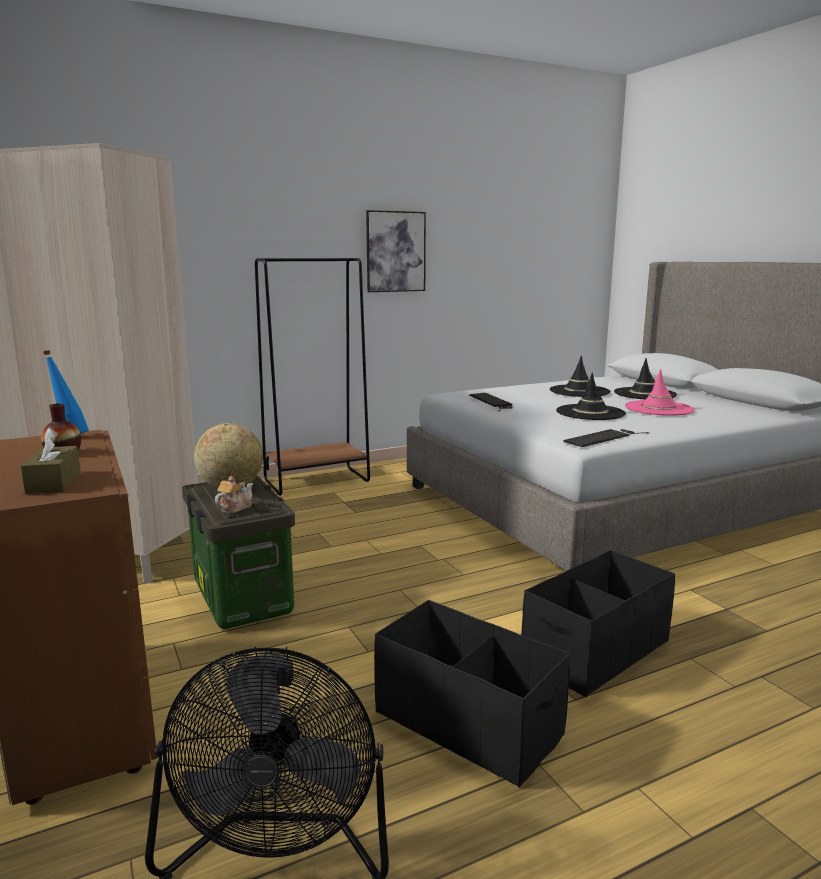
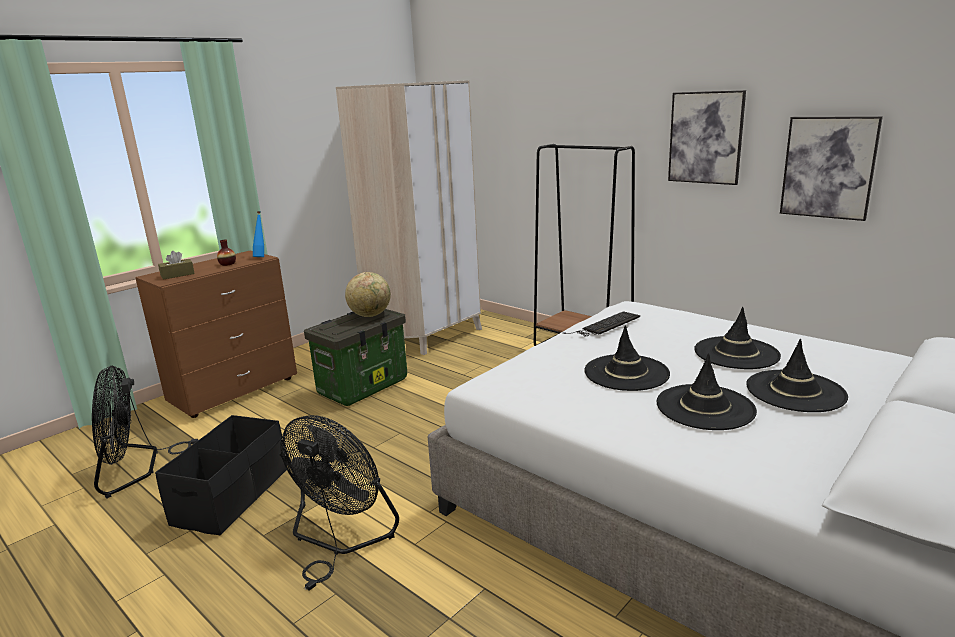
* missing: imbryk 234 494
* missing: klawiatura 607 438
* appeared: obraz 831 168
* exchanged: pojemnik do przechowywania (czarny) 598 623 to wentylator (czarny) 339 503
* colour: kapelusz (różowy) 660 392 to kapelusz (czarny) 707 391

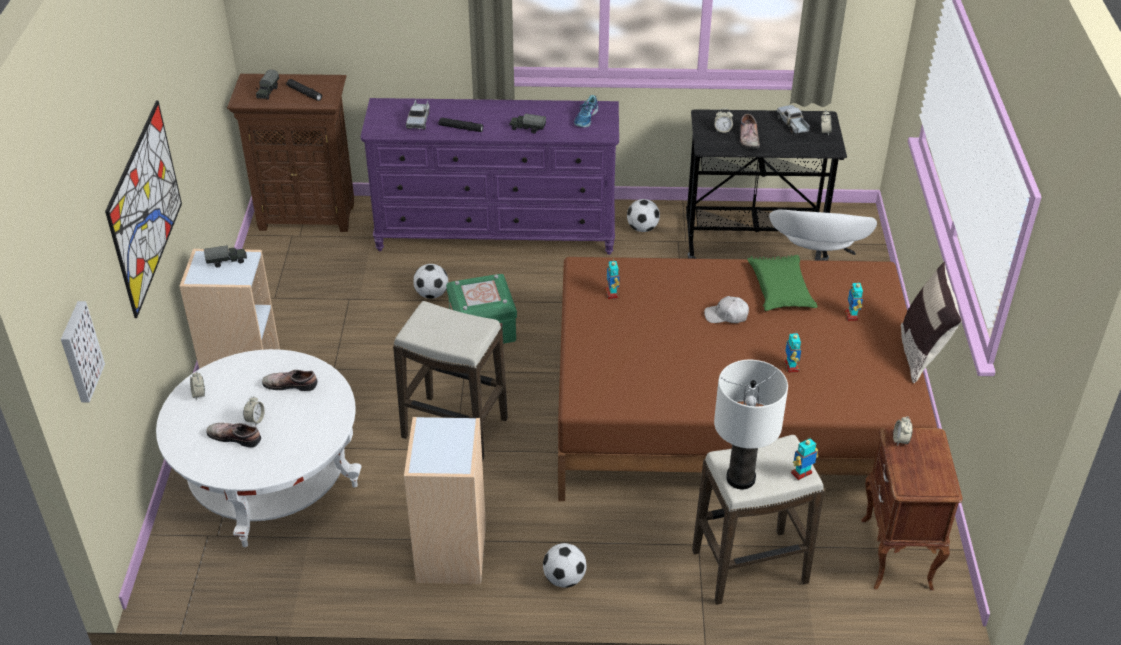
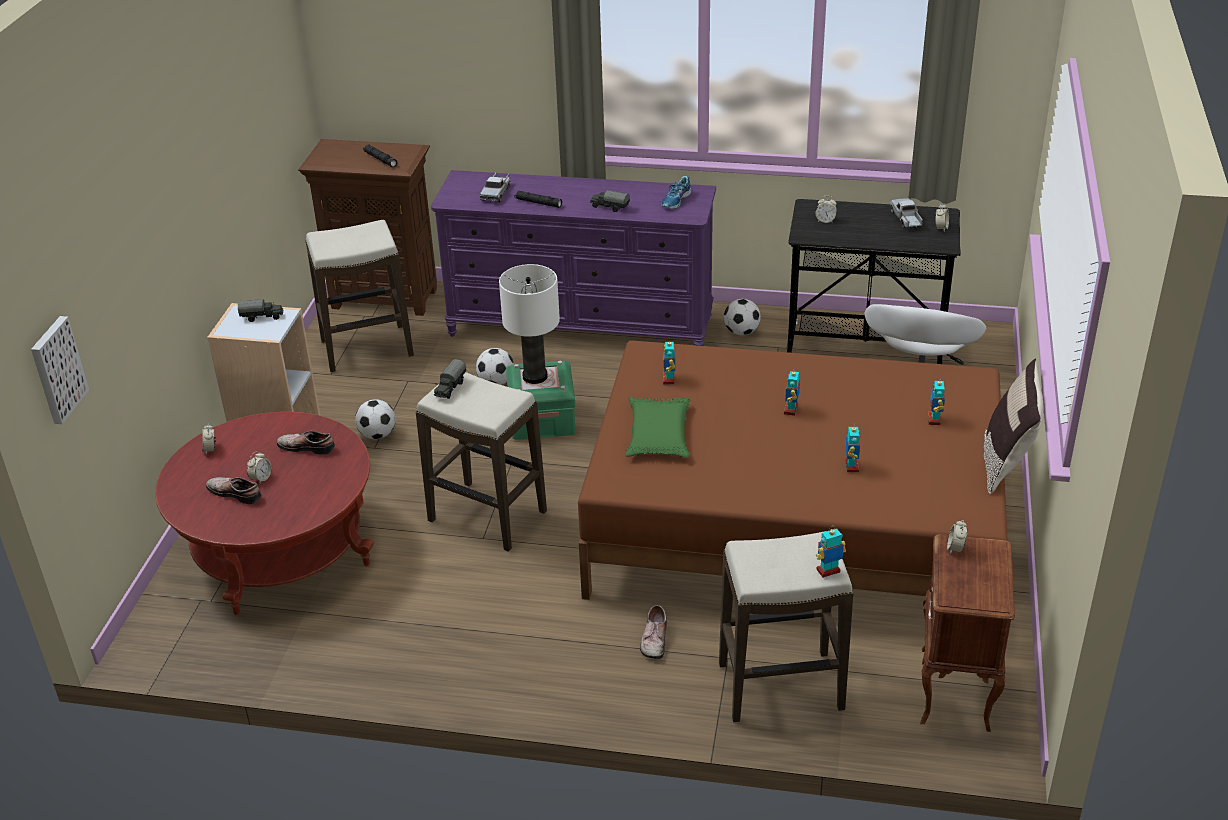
* missing: obraz 143 209
* missing: regał 445 500
* appeared: stołek 360 296
* relocated: ciężarówka zabawkowa 267 84 to 450 379
* relocated: piłka futbolowa 564 565 to 375 419
* relocated: lampa stołowa (biały) 751 424 to 529 324
* relocated: but 750 131 to 653 632
* relocated: poduszka (zielony) 782 283 to 657 426
* exchanged: czapka z daszkiem (biały) 726 309 to robot zabawkowy 792 393
* colour: ława (biały) 258 448 to ława (czerwony) 264 513

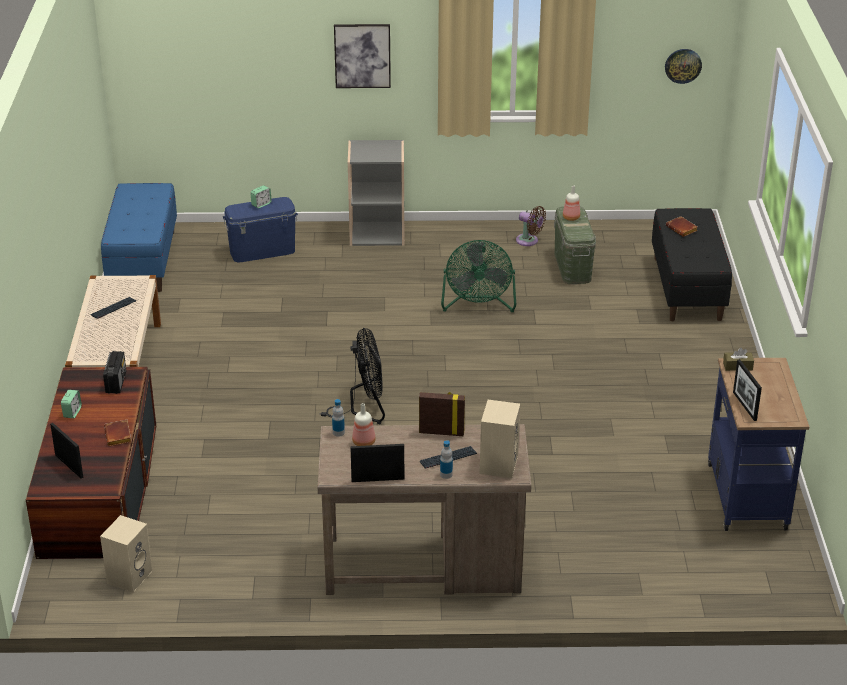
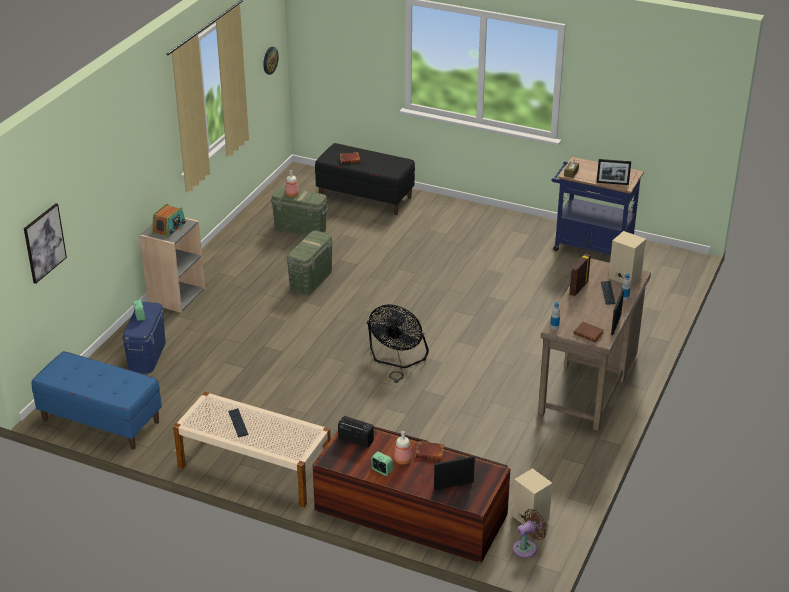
* appeared: radio 169 220
* appeared: książka (brązowy) 589 332
* relocated: obraz 362 56 to 45 243
* relocated: butelka 364 424 to 403 448
* relocated: wentylator (brązowy) 531 226 to 530 533
* exchanged: wentylator (zielony) 478 276 to pojemnik do przechowywania (zielony) 310 263

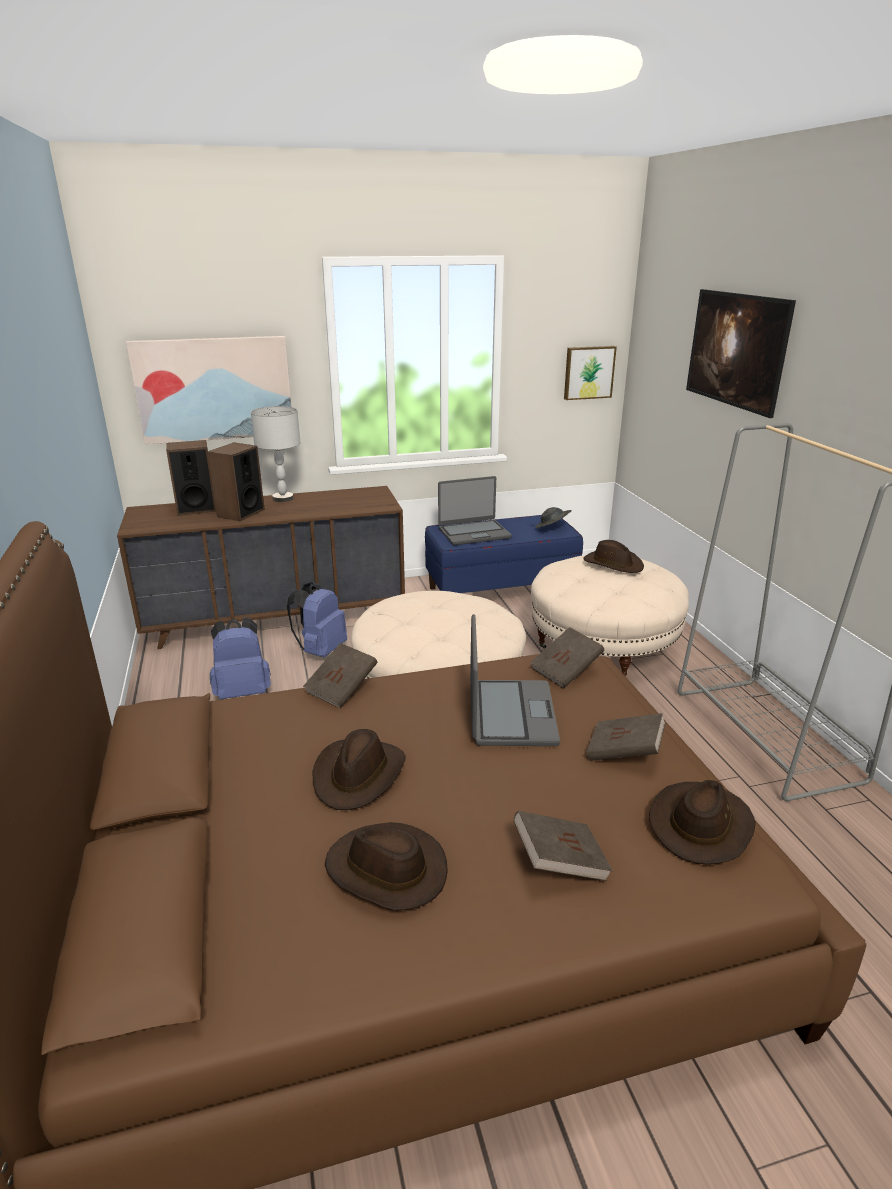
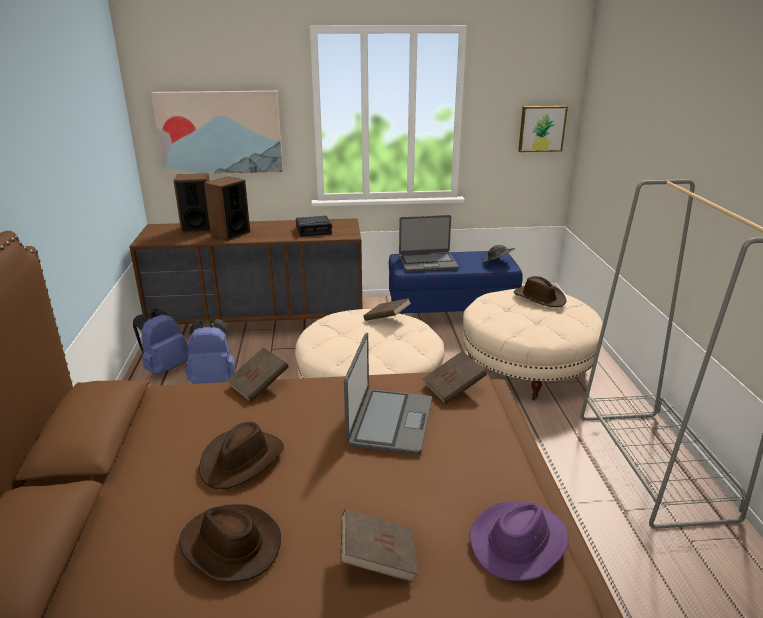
* missing: lampa stołowa (szary) 276 454
* missing: obraz 741 353
* appeared: budzik 314 226
* relocated: plecak (niebieski) 317 619 to 161 341
* relocated: książka (brązowy) 626 737 to 387 309
* colour: kapelusz (brązowy) 702 822 to kapelusz (fioletowy) 519 541

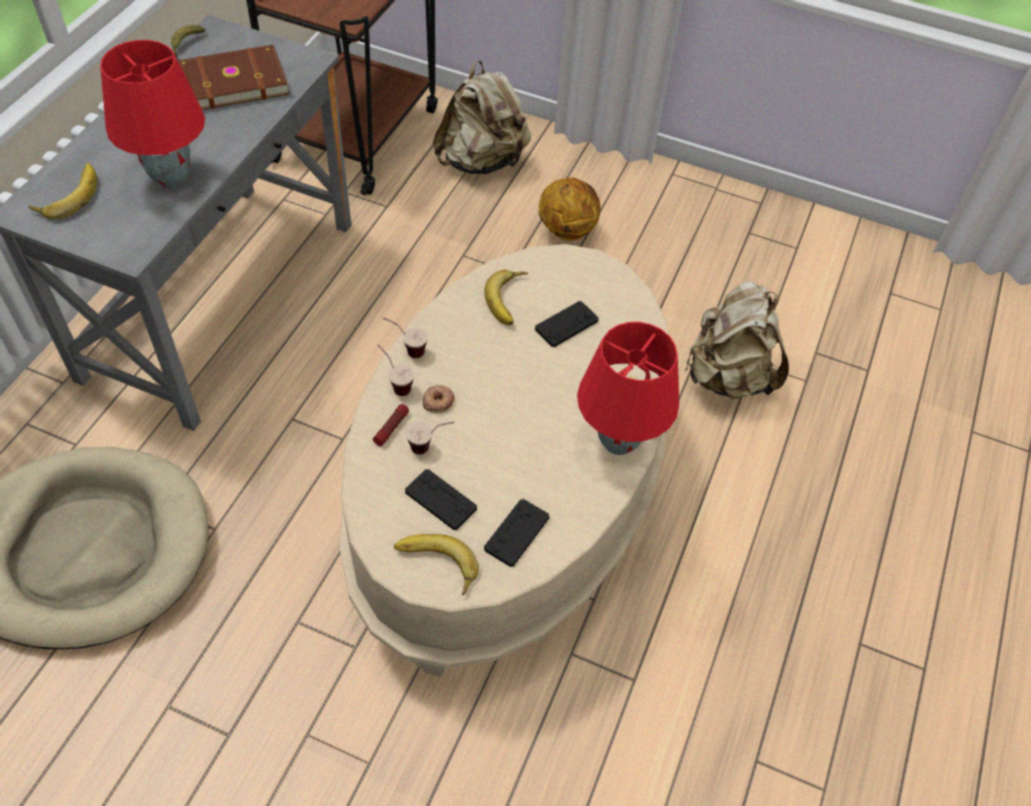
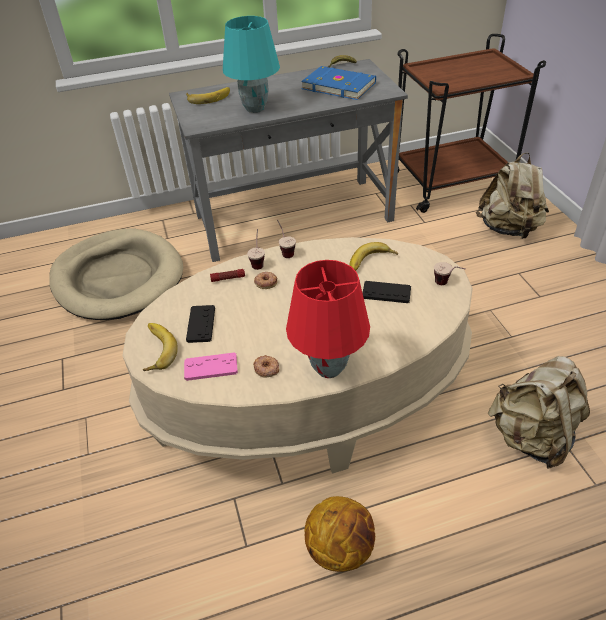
* appeared: donut 266 366
* relocated: filiżanka 430 438 to 450 273
* relocated: piłka do koszykówki 570 209 to 339 534
* colour: lampa stołowa (czerwony) 152 114 to lampa stołowa (turkusowy) 251 64
* colour: książka (brązowy) 233 77 to książka (niebieski) 338 83
* colour: pad do gier (czarny) 517 533 to pad do gier (różowy) 211 366

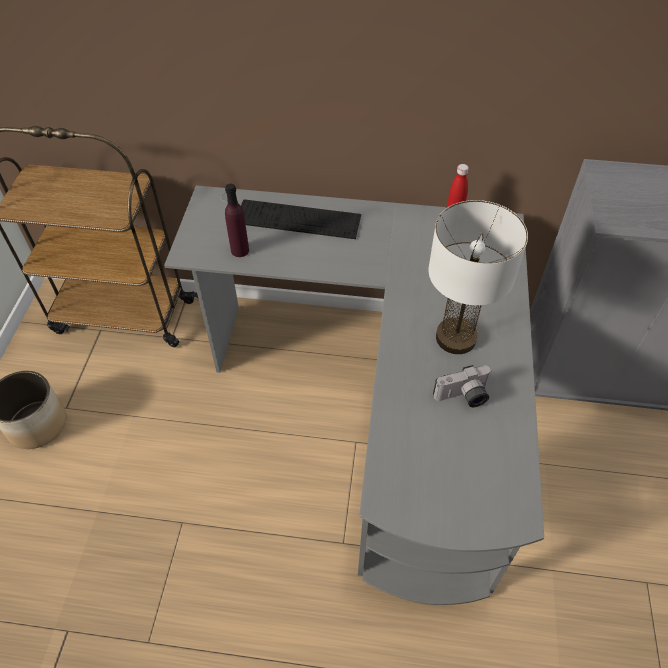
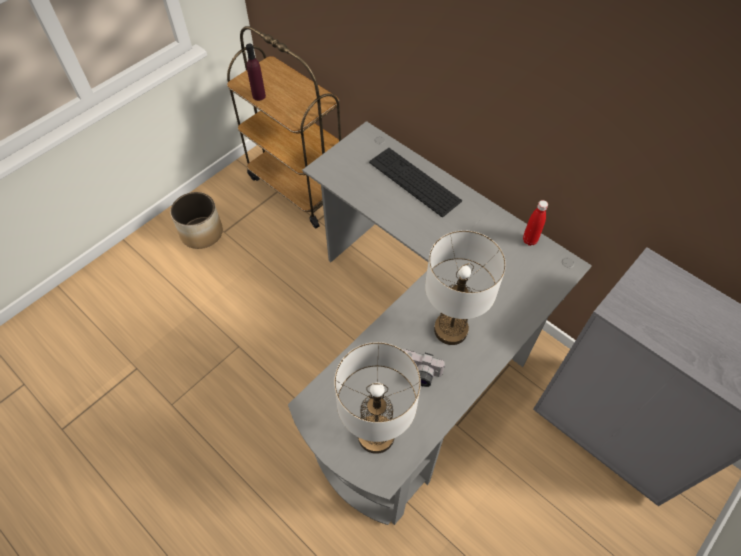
* appeared: lampa stołowa 377 398
* relocated: butelka (fioletowy) 237 220 to 256 72

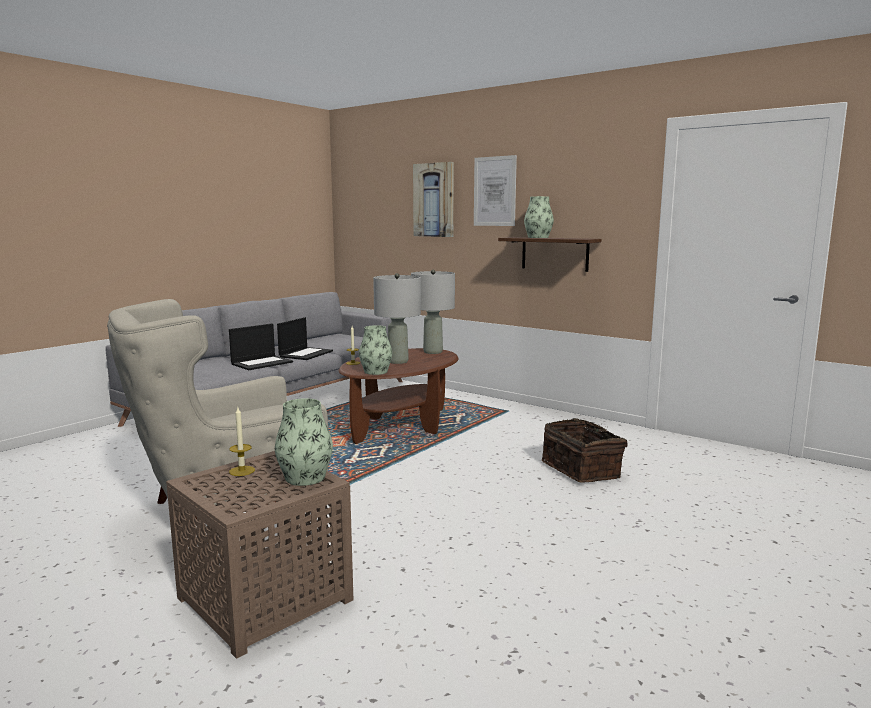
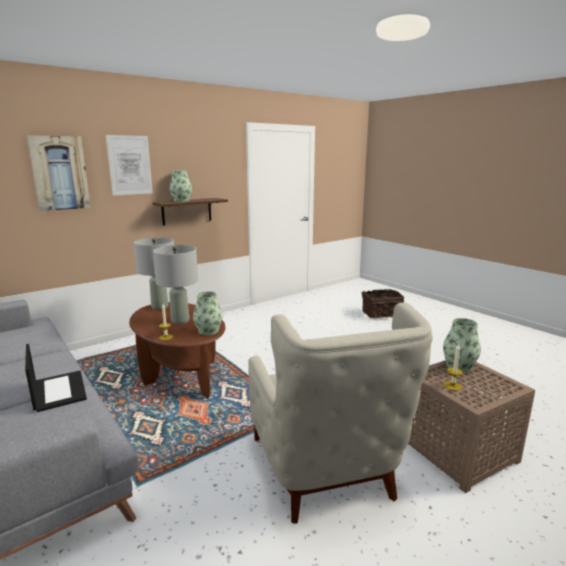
* missing: laptop 305 338
* relocated: koszyk 584 450 to 383 303

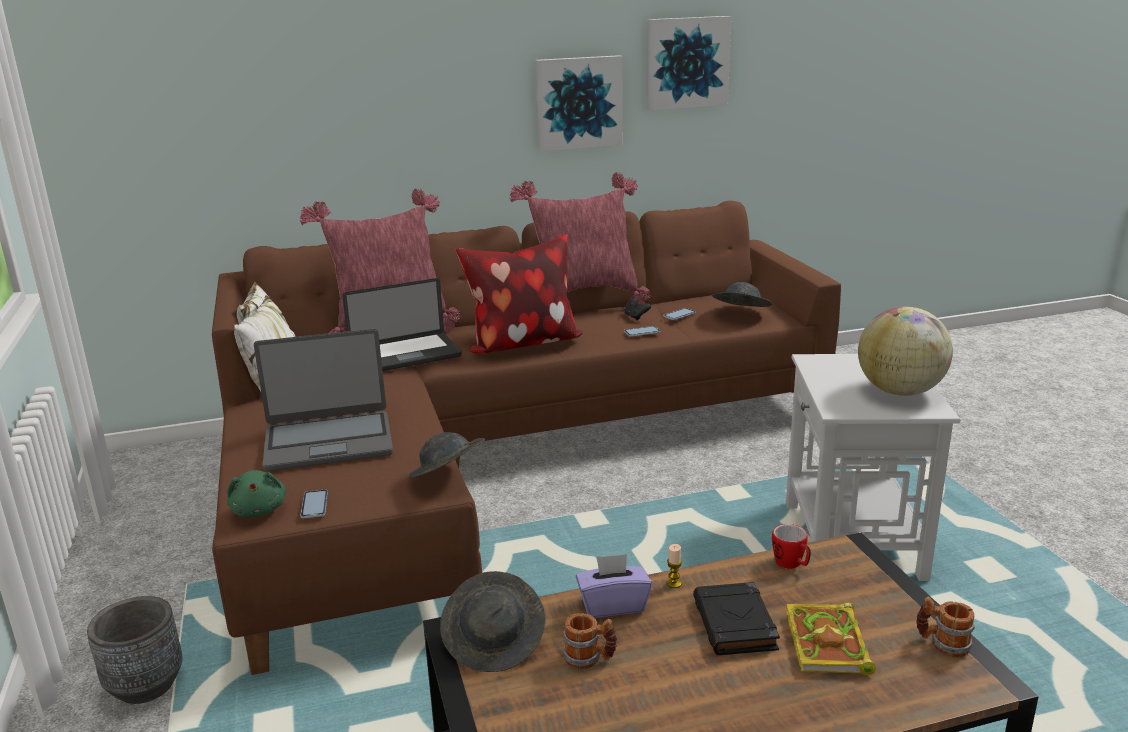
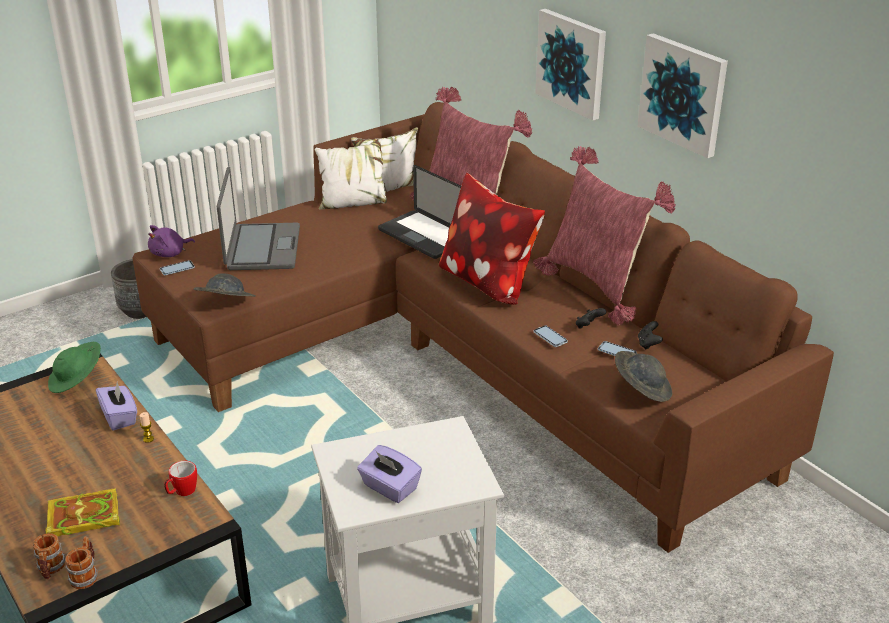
* missing: książka (czarny) 736 618
* appeared: pad do gier (czarny) 650 335
* relocated: kubek 590 641 to 49 556
* relocated: obraz 689 63 to 570 65
* exchanged: globus 905 351 to pudełko chusteczek (fioletowy) 389 474
* colour: pluszak (zielony) 256 493 to pluszak (fioletowy) 171 241
* colour: kapelusz (szary) 493 621 to kapelusz (zielony) 74 367
* spun: laptop 323 400 = 258 218 150 degrees counterclockwise

